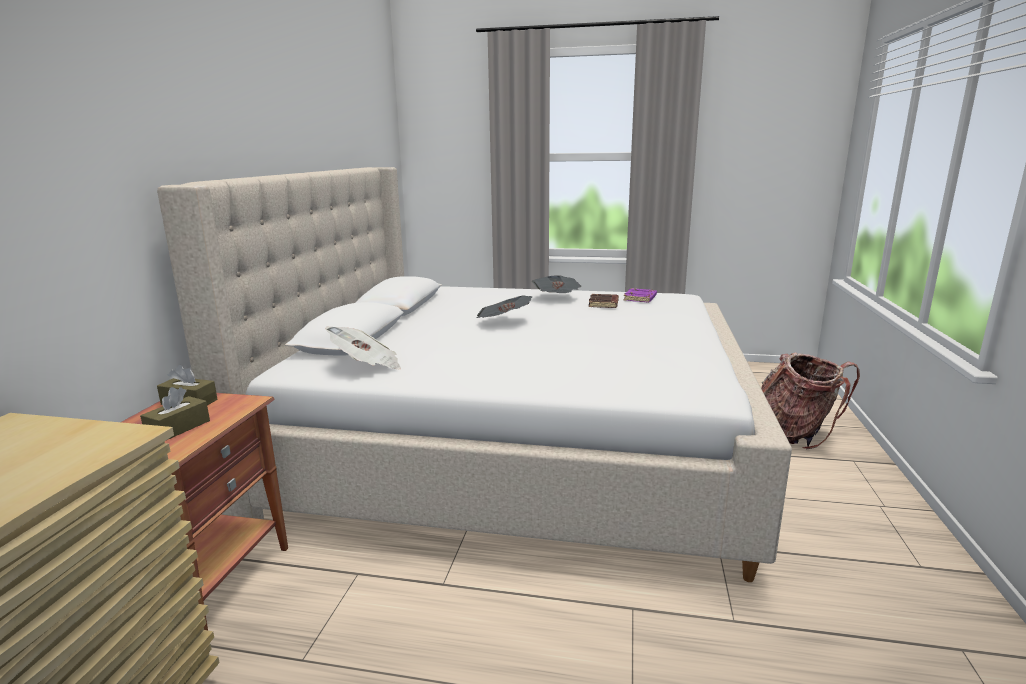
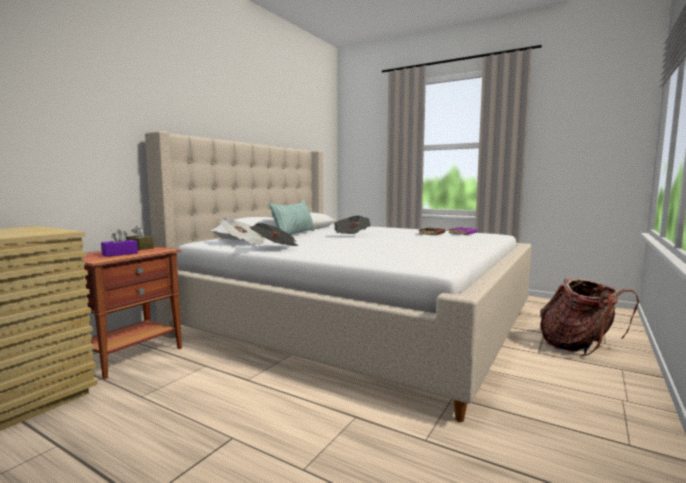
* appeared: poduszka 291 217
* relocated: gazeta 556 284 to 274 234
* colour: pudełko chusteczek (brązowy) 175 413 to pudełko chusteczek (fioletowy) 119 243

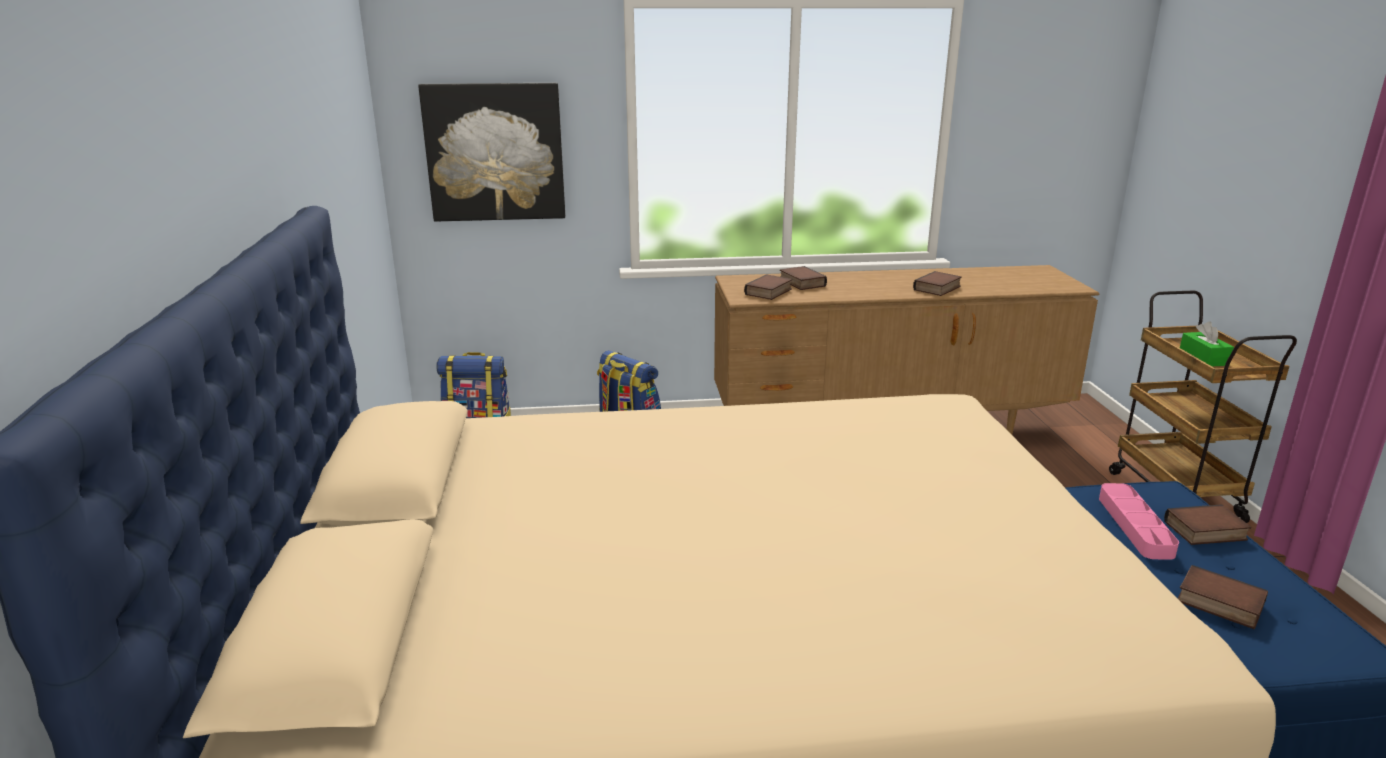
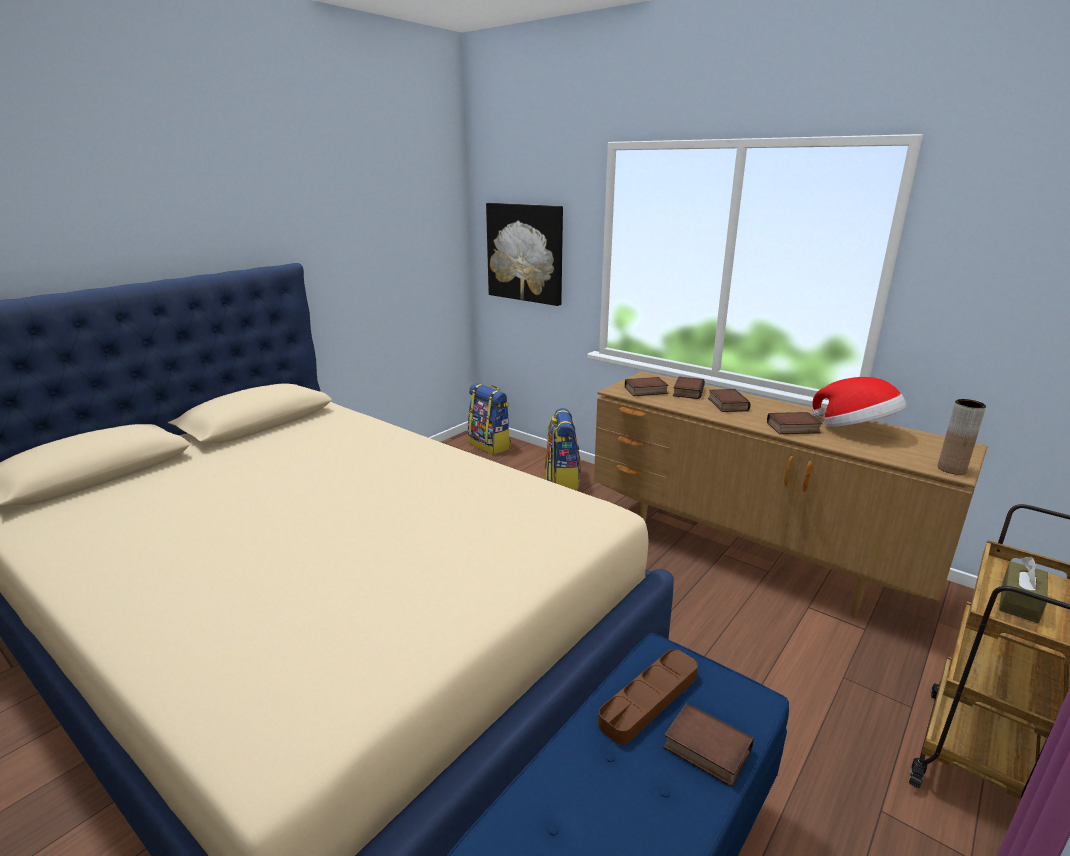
* appeared: kapelusz 859 402
* appeared: wazon (brązowy) 961 437
* relocated: książka 1223 597 to 729 400
* colour: taca (różowy) 1139 521 to taca (brązowy) 648 697
* colour: pudełko chusteczek (zielony) 1207 343 to pudełko chusteczek (brązowy) 1023 590

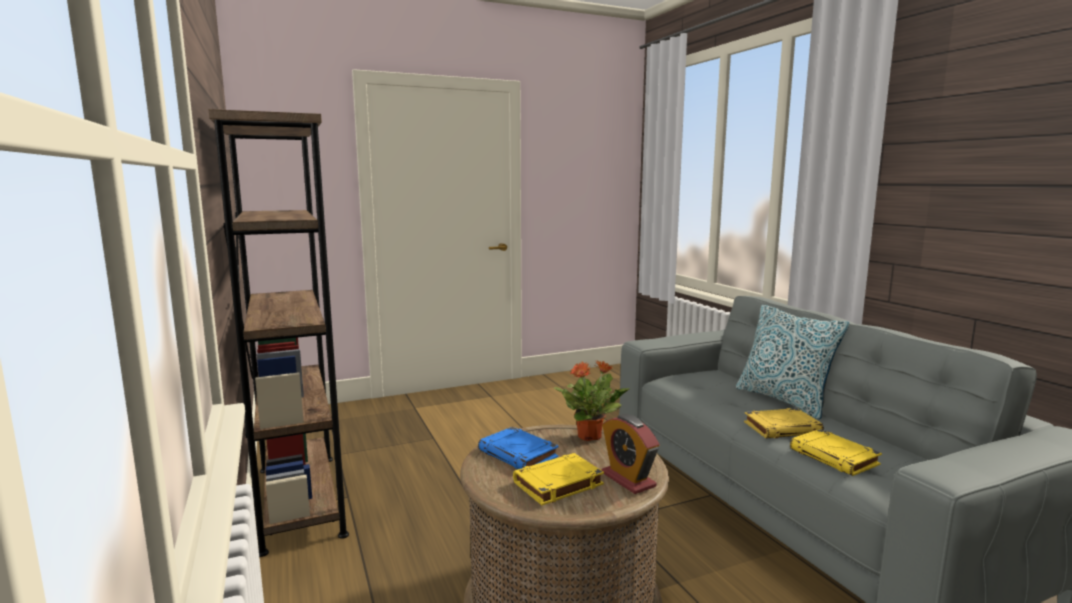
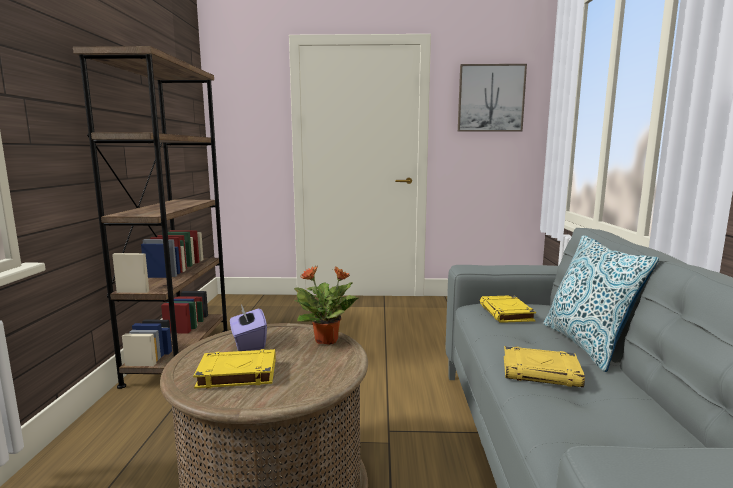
* missing: budzik 630 454
* appeared: obraz 492 98
* relocated: książka (żółty) 836 452 to 508 309
* exchanged: książka (niebieski) 518 448 to pudełko chusteczek (fioletowy) 248 327

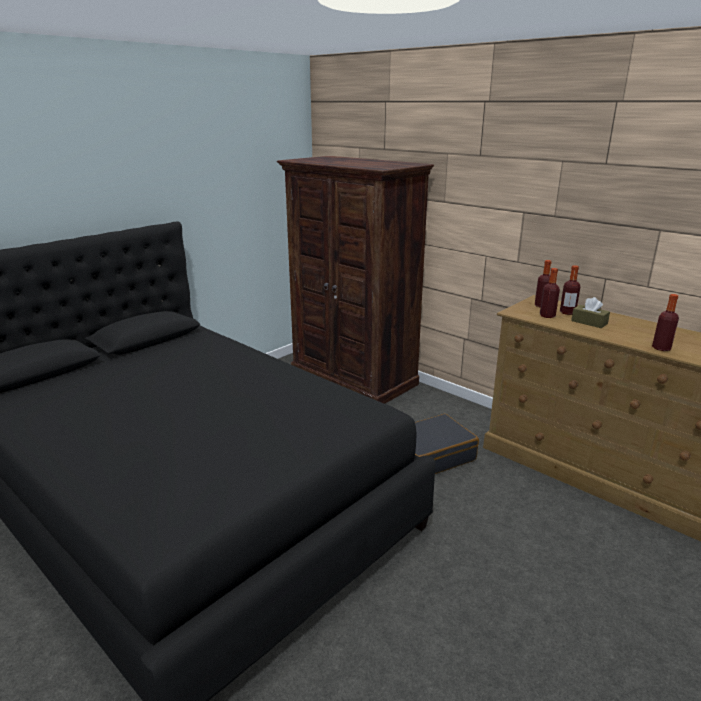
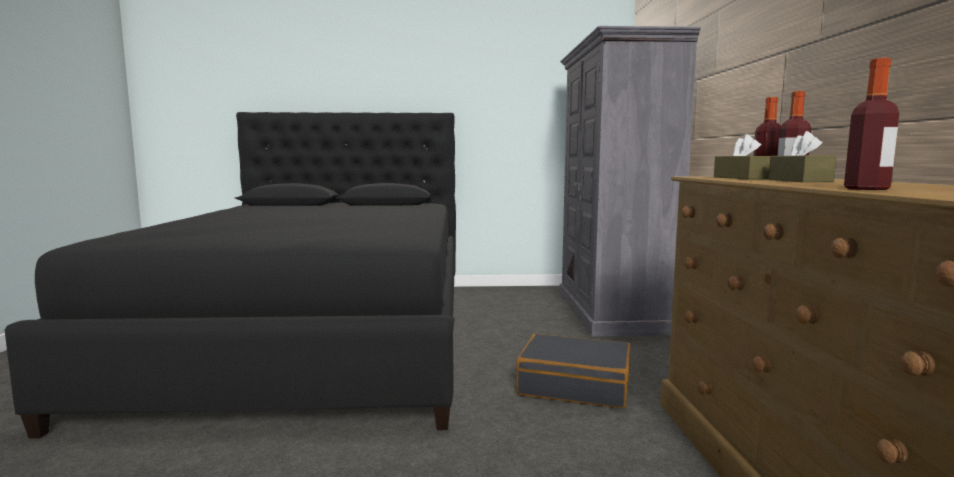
* exchanged: butelka 550 293 to pudełko chusteczek (brązowy) 742 156
* colour: szafa (brązowy) 355 280 to szafa (szary) 630 181

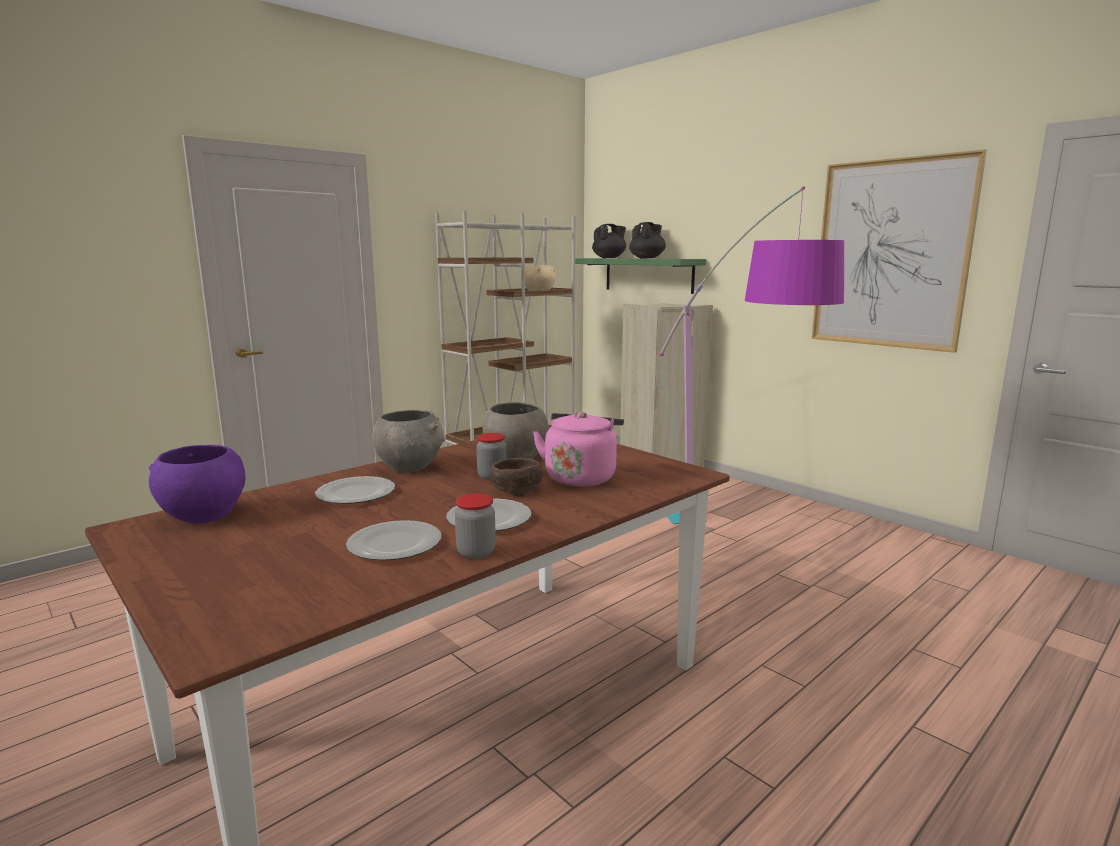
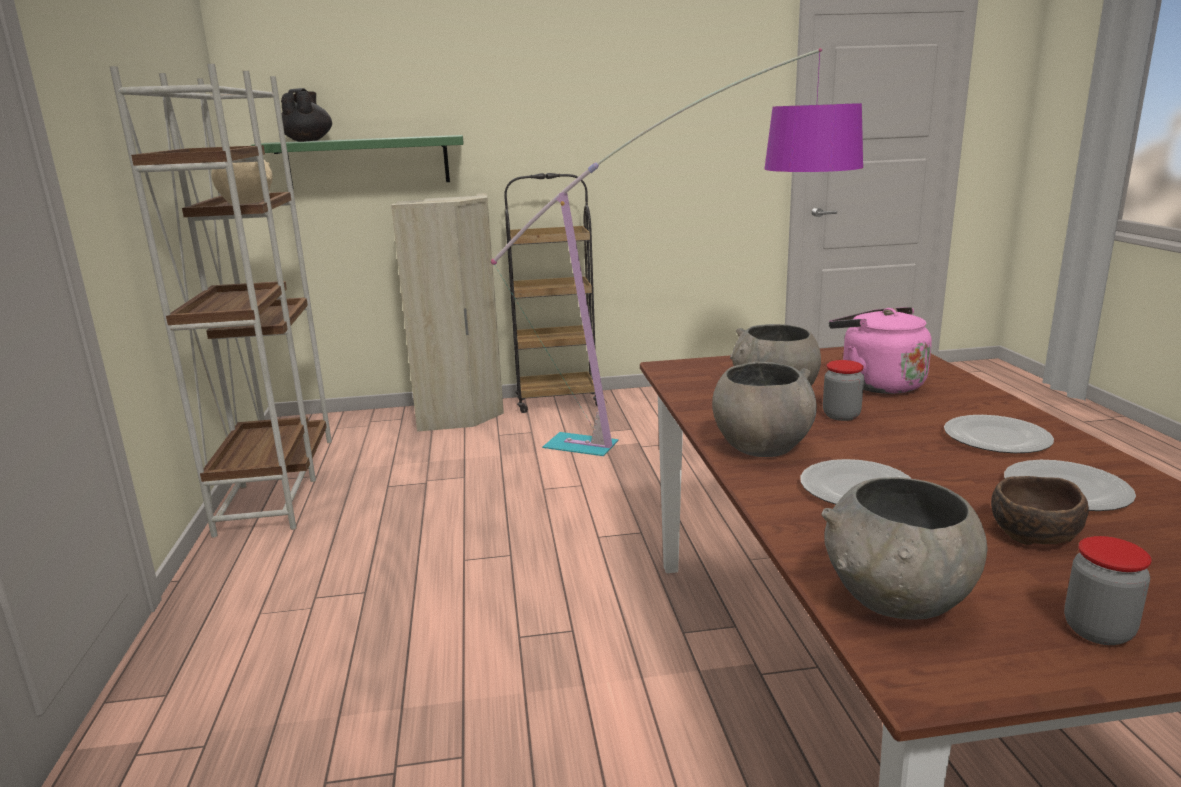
* missing: imbryk (czarny) 647 240
* missing: obraz 899 251
* appeared: wózek (brązowy) 555 293
* relocated: słoik 475 526 to 1107 590
* relocated: miska (brązowy) 516 477 to 1040 510
* colour: miska (fioletowy) 197 484 to miska (szary) 904 548

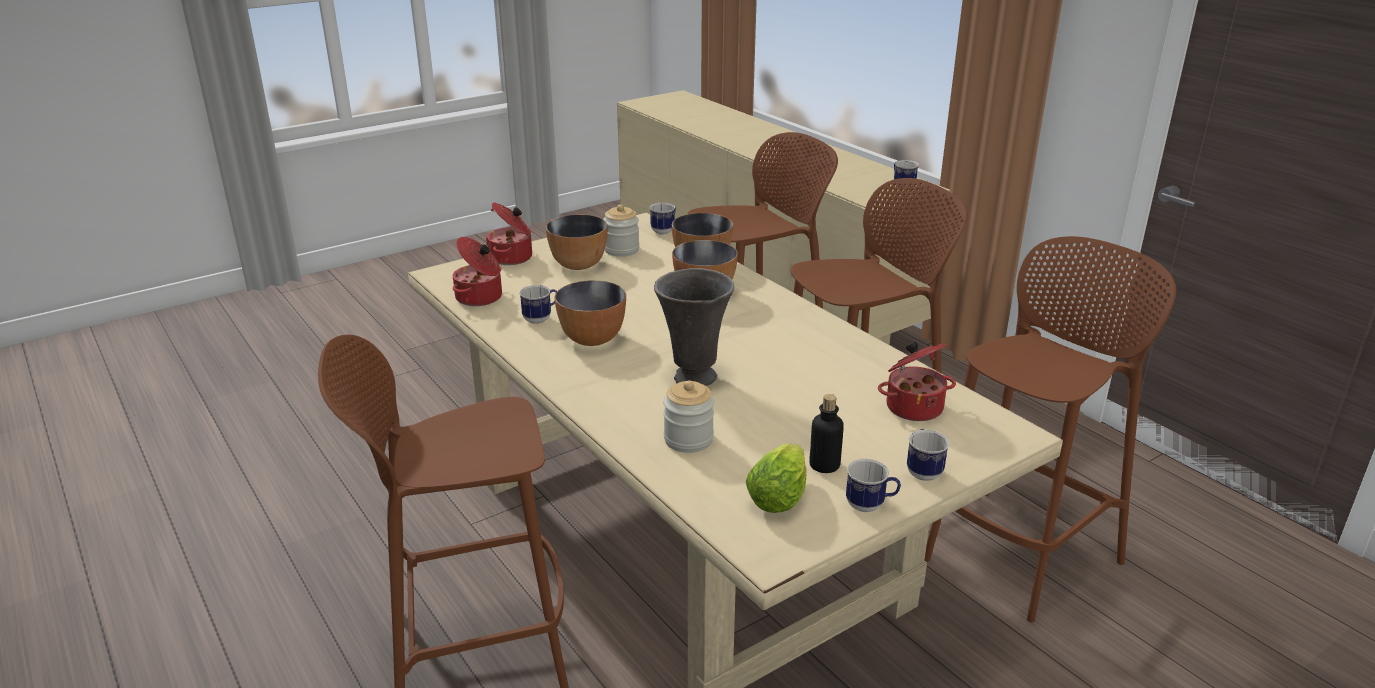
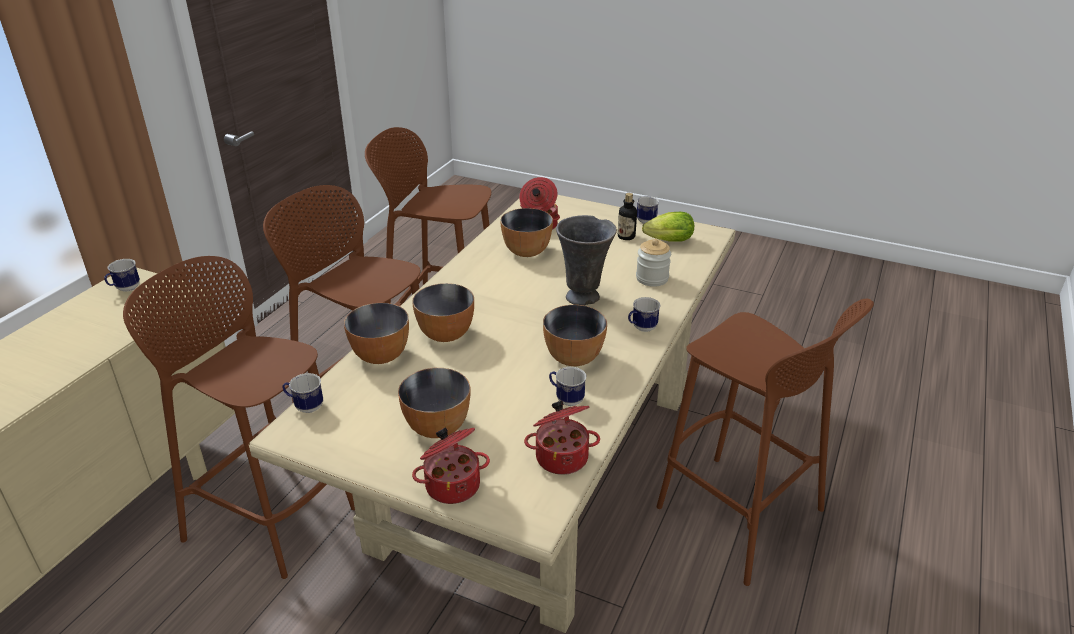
* missing: słoik 621 230
* appeared: miska 526 232
* relocated: kubek 928 455 to 644 314

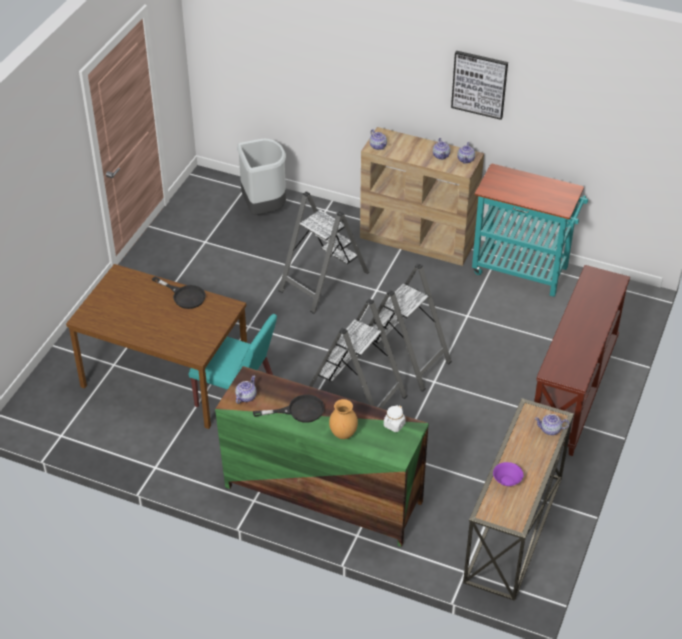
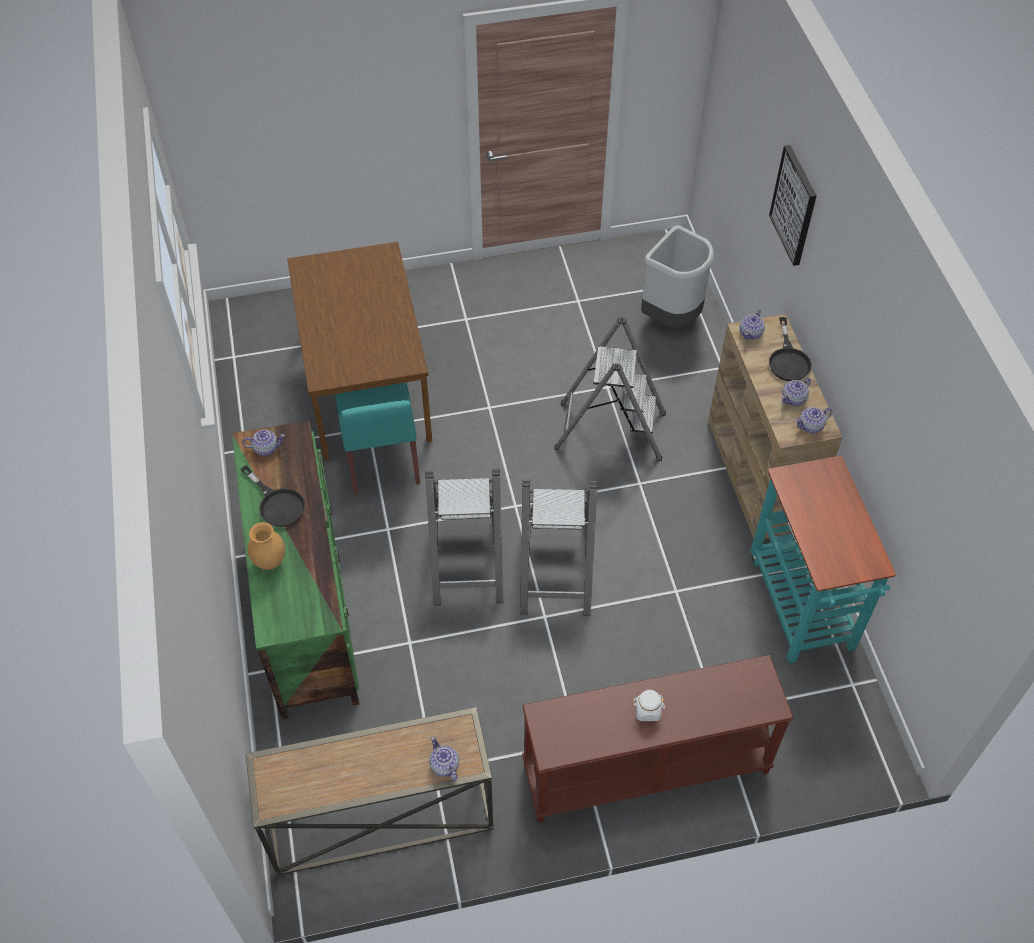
* missing: miska (fioletowy) 508 474
* relocated: patelnia (czarny) 179 292 to 790 349
* relocated: słoik (biały) 395 418 to 649 705
* relocated: obraz 479 85 to 793 205

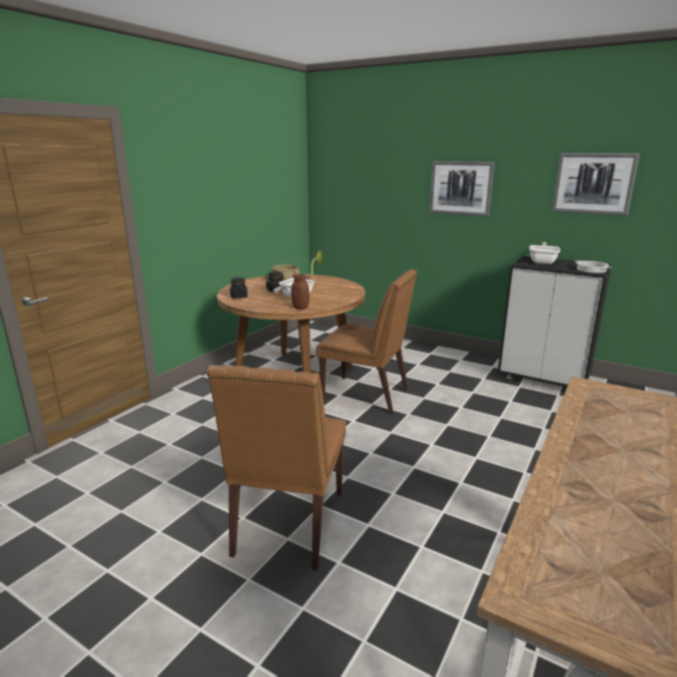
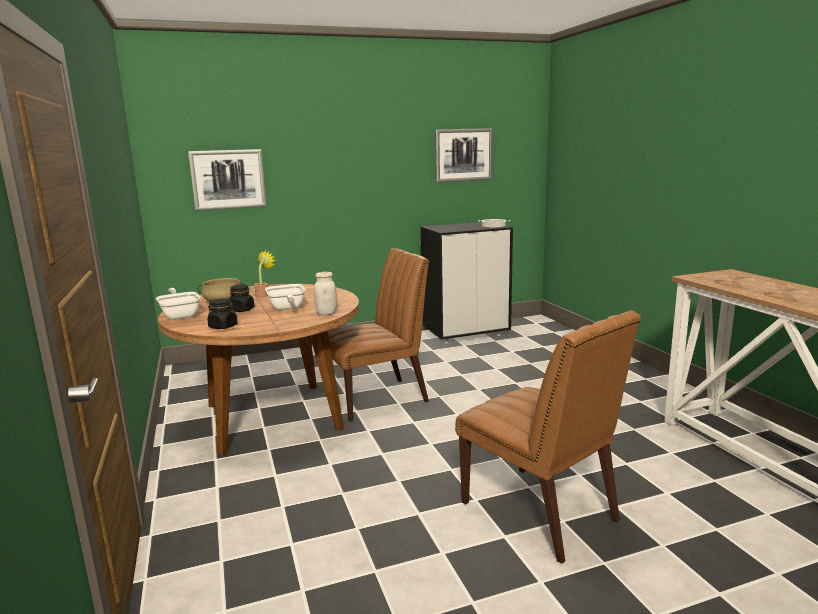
* relocated: obraz 462 189 to 227 180
* relocated: patelnia 544 253 to 178 304
* colour: słoik (brązowy) 300 291 to słoik (biały) 325 293

